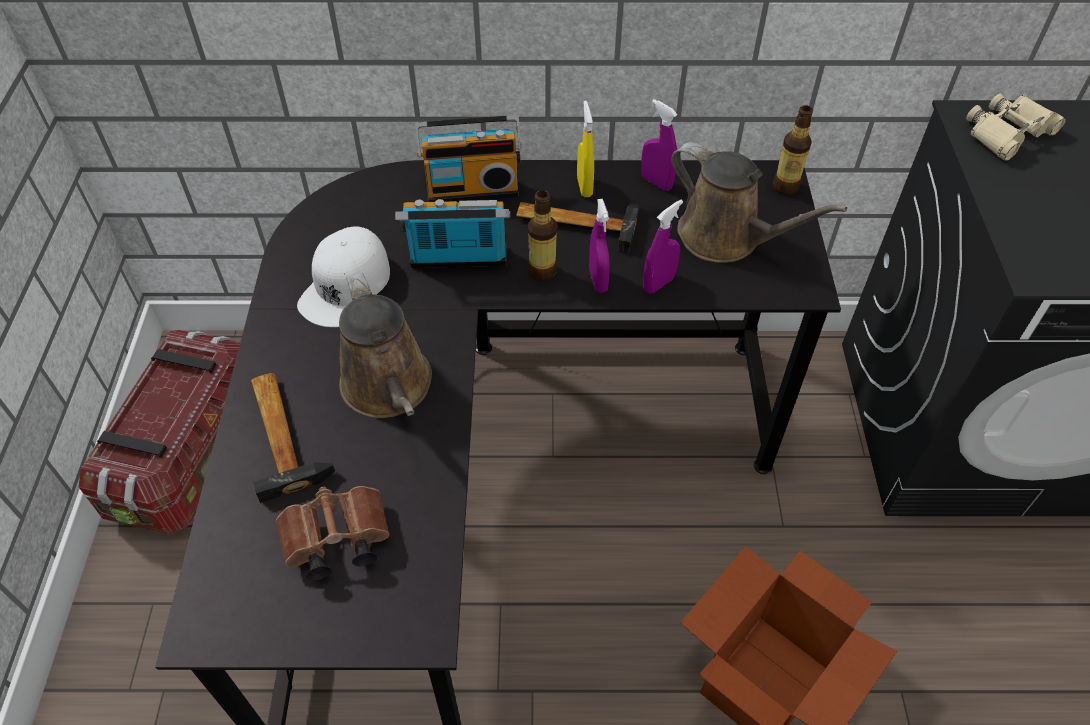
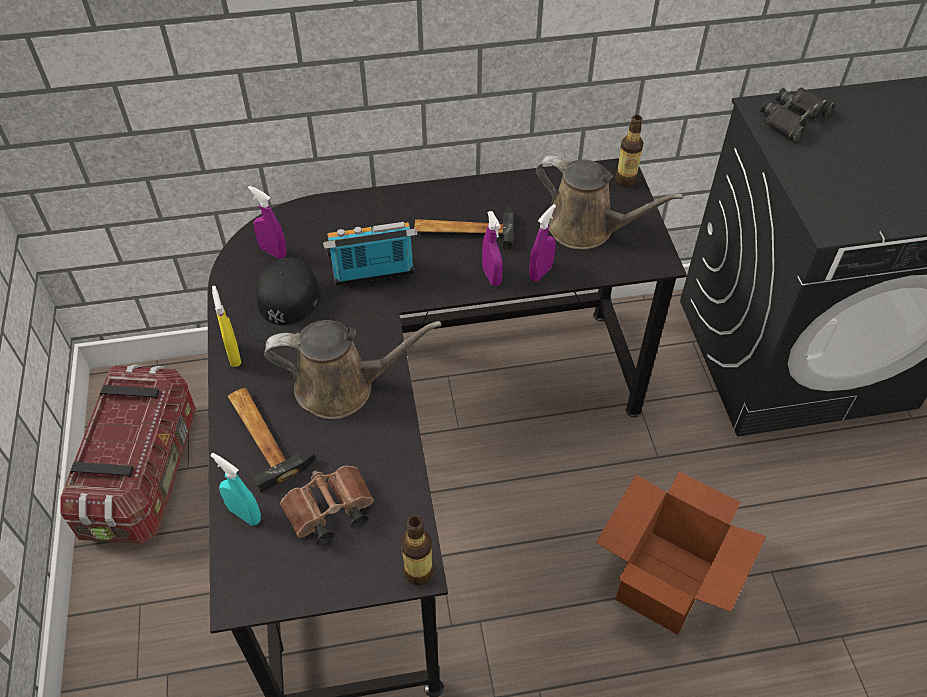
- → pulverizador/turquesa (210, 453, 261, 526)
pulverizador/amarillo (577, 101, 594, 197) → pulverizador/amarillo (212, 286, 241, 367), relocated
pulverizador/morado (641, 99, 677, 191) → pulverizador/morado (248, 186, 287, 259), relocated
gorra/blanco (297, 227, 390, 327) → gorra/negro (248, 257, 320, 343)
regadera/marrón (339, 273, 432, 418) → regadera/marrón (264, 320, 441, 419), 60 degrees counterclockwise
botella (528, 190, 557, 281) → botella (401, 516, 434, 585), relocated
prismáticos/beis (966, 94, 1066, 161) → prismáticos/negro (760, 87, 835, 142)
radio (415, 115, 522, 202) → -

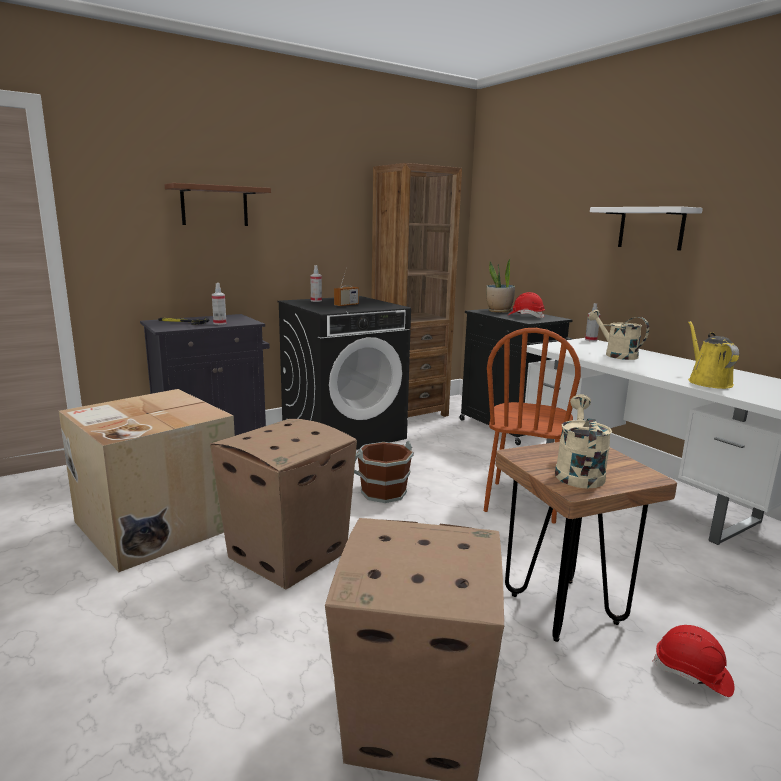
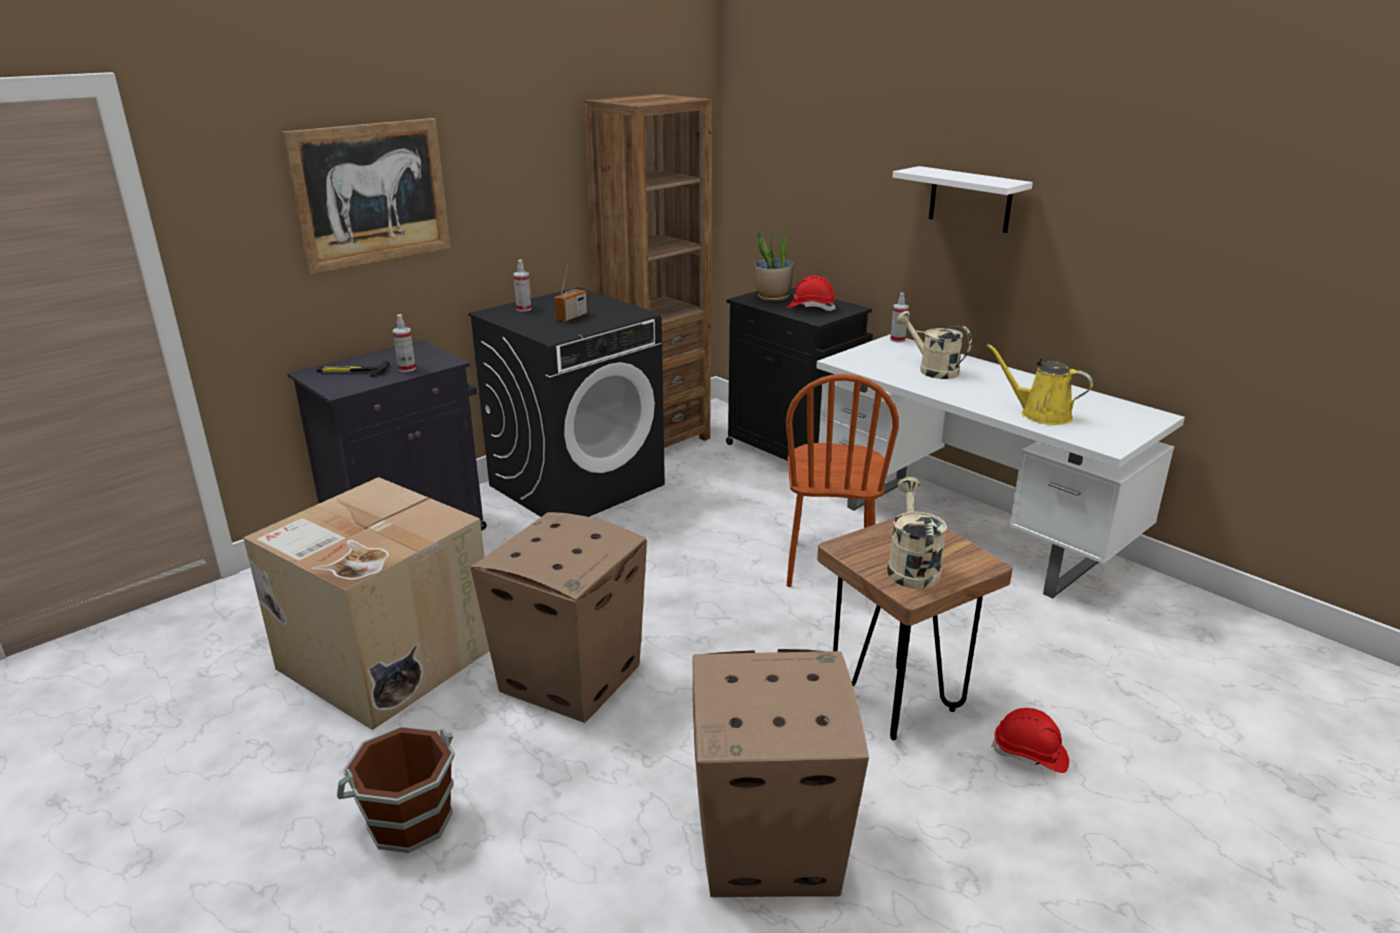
estante/marrón (164, 183, 271, 226) → cuadro (282, 118, 451, 274)
cubo/marrón (354, 441, 414, 503) → cubo/marrón (337, 726, 454, 853), relocated
regadera/amarillo (688, 321, 739, 389) → regadera/amarillo (987, 344, 1093, 425), 45 degrees counterclockwise

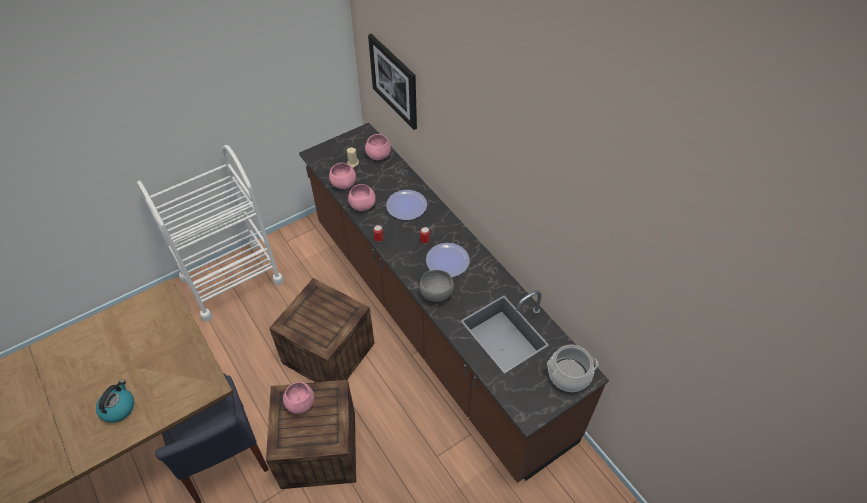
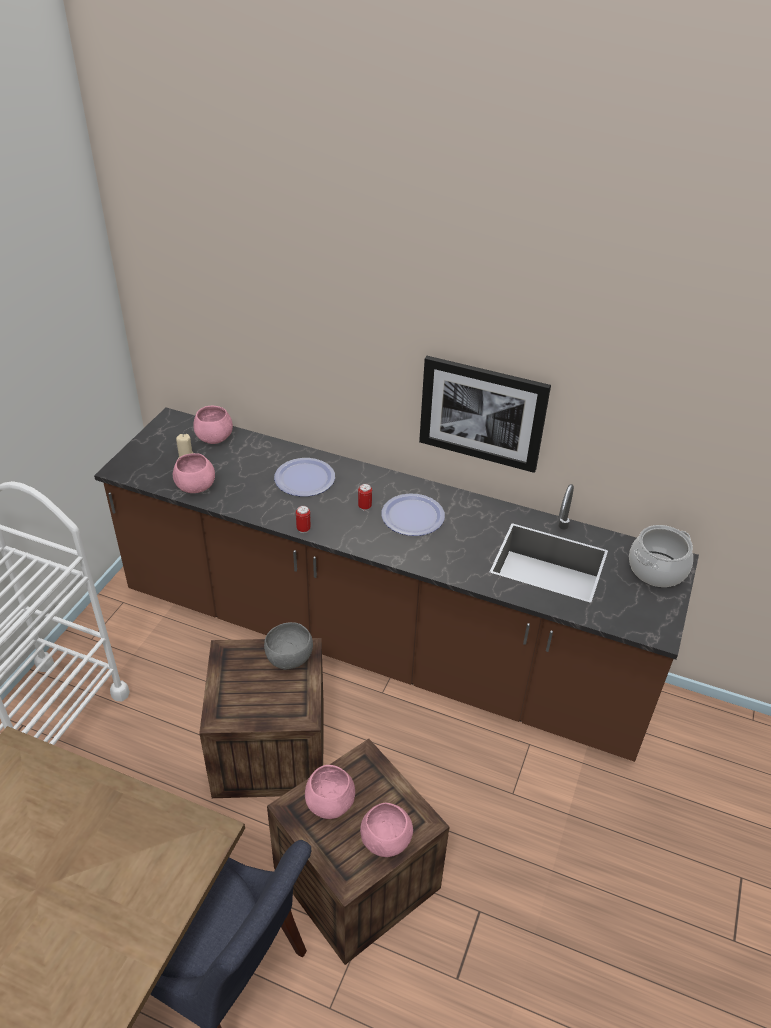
cuenco/gris (420, 270, 454, 302) → cuenco/gris (264, 622, 313, 670), relocated
cuenco/rosa (348, 184, 376, 211) → cuenco/rosa (360, 803, 413, 857), relocated
cuadro (368, 34, 417, 130) → cuadro (419, 356, 551, 473), relocated
hervidor (96, 379, 134, 423) → -

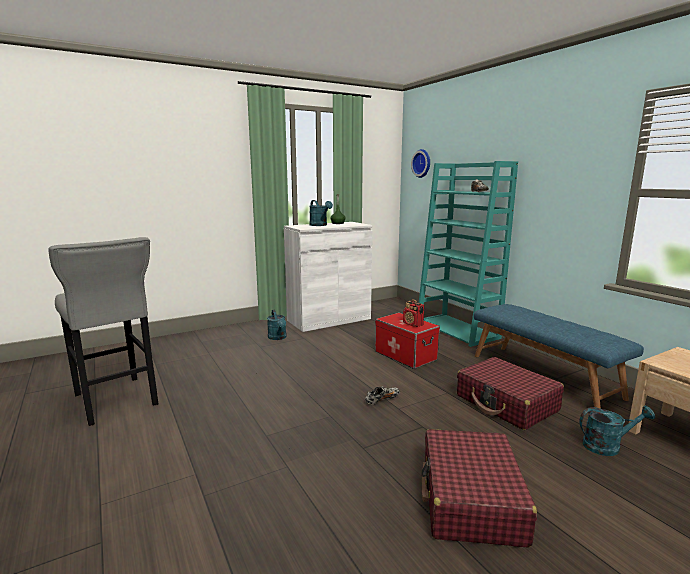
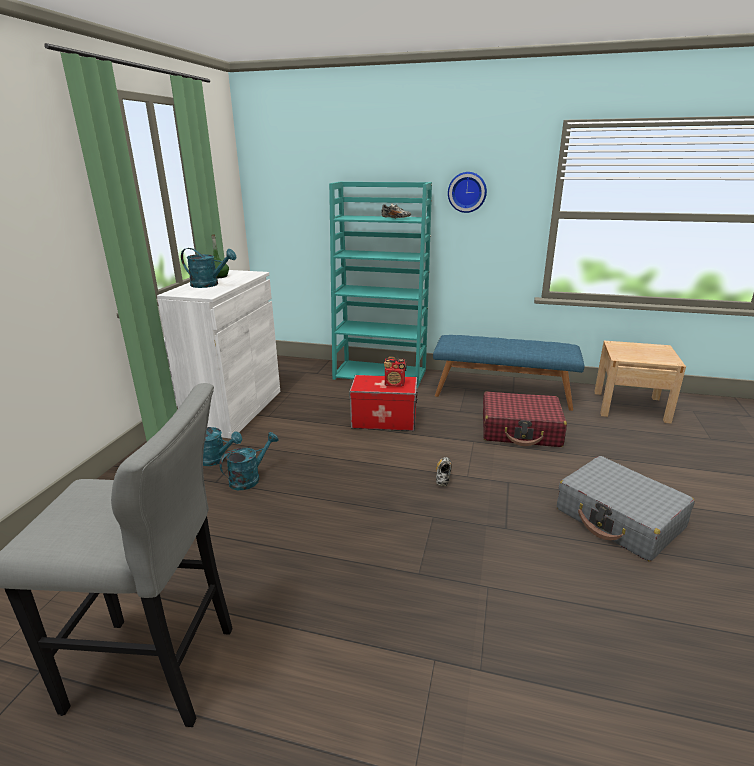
regadera/turquesa (579, 405, 655, 456) → regadera/turquesa (219, 432, 279, 490), relocated
reloj de pared (411, 149, 430, 178) → reloj de pared (448, 172, 487, 213), relocated
maleta/rojo (421, 429, 537, 548) → maleta/gris (557, 456, 695, 561)

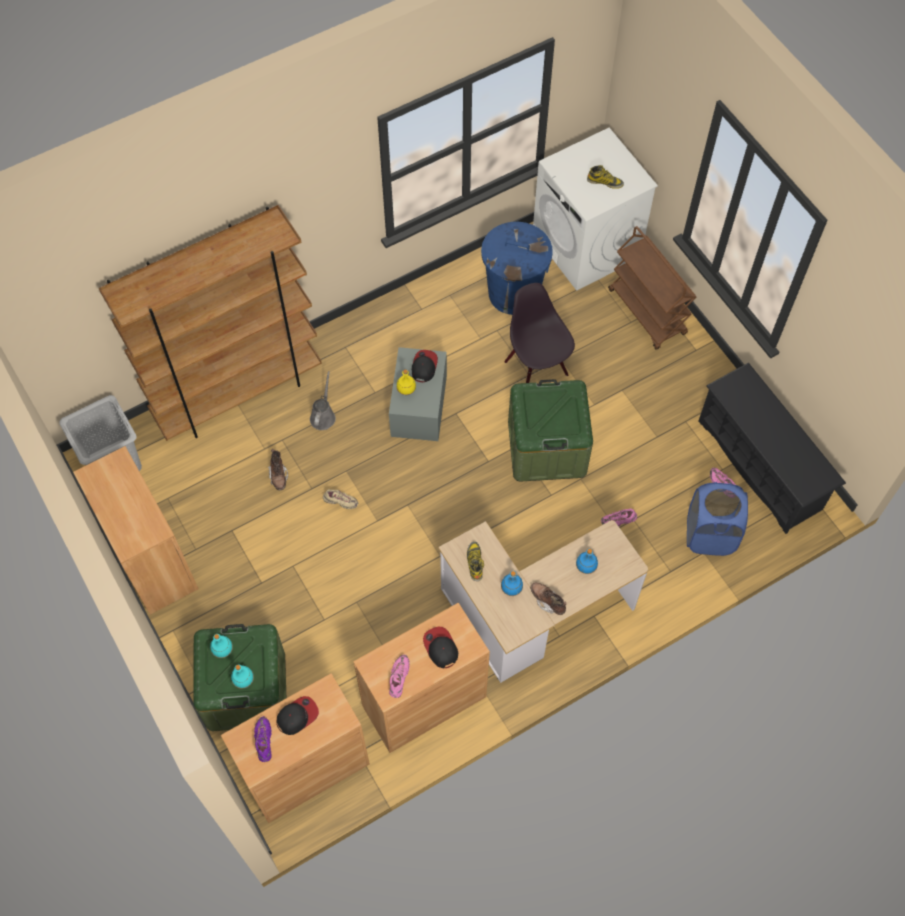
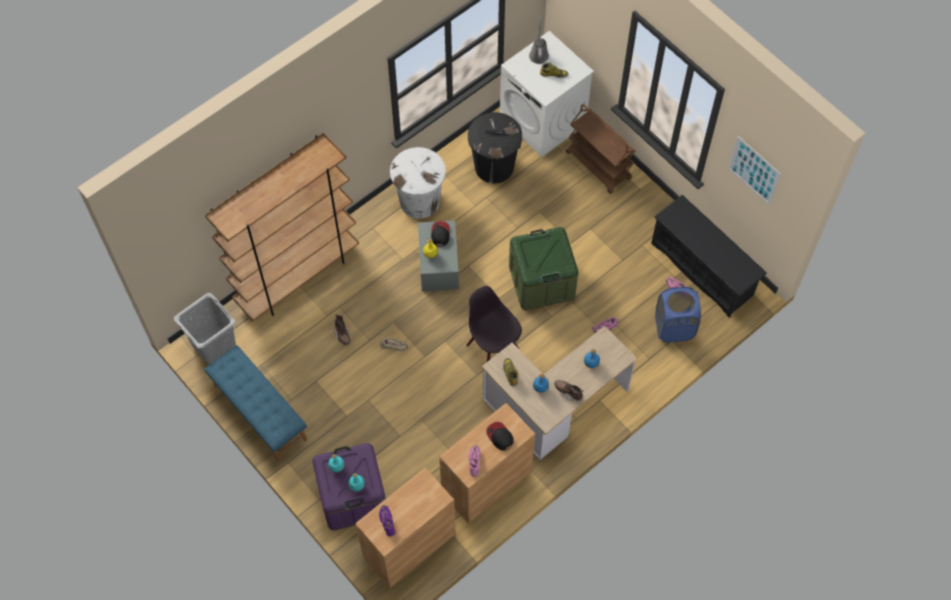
armario/marrón (73, 446, 199, 615) → banco/azul (204, 345, 307, 462)
caja de almacenaje/verde (193, 624, 286, 731) → caja de almacenaje/morado (312, 443, 386, 530)
- → papelera/blanco (390, 147, 446, 219)
silla/negro (504, 283, 575, 383) → silla/negro (466, 286, 522, 362), relocated
papelera/azul (481, 222, 553, 315) → papelera/negro (468, 112, 522, 183)
regadera/gris (310, 371, 336, 430) → regadera/gris (529, 18, 549, 64), relocated
- → cuadro (728, 136, 781, 206)
gorra (276, 696, 319, 735) → -

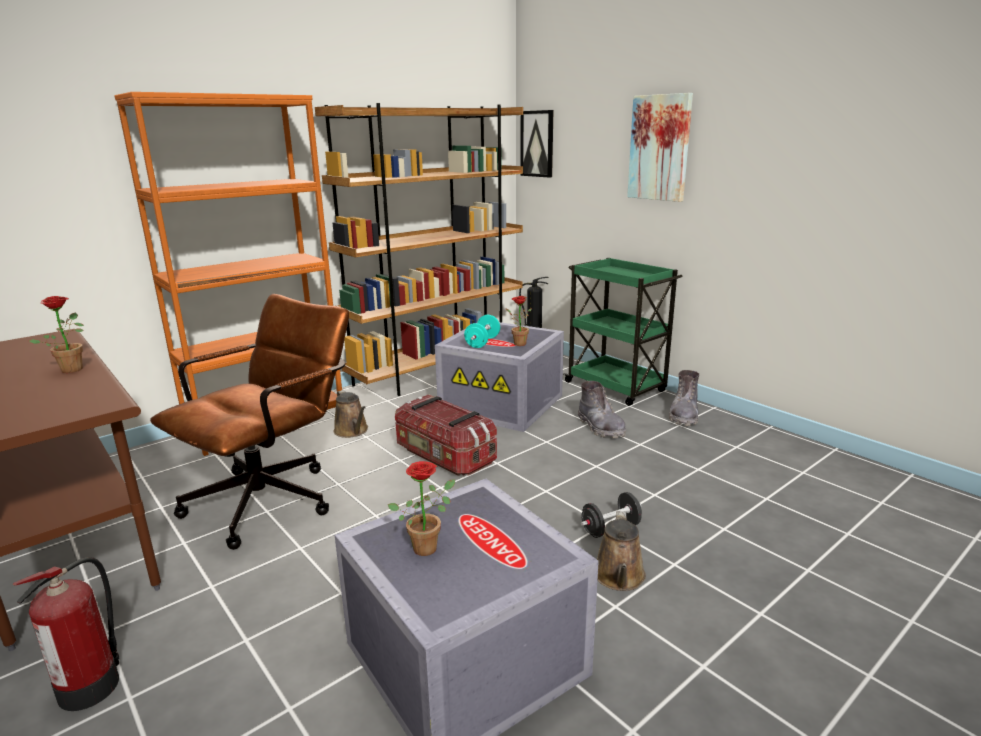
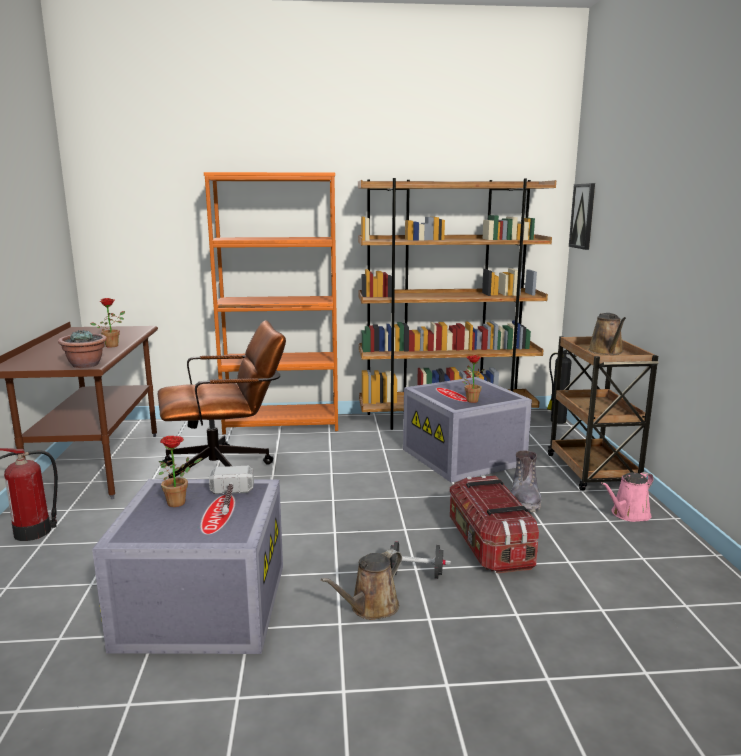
- → planta en maceta (58, 329, 107, 368)
- → martillo (209, 466, 254, 515)
caja de almacenaje (395, 395, 497, 476) → caja de almacenaje (450, 475, 539, 574), relocated
carrito/verde (564, 258, 683, 406) → carrito/marrón (548, 336, 659, 491)
regadera/marrón (334, 390, 368, 438) → regadera/marrón (588, 313, 626, 355), relocated
bota/gris (669, 370, 700, 426) → regadera/rosa (601, 472, 654, 522)
mancuerna/turquesa (464, 315, 500, 348) → -
cuadro (627, 93, 693, 202) → -

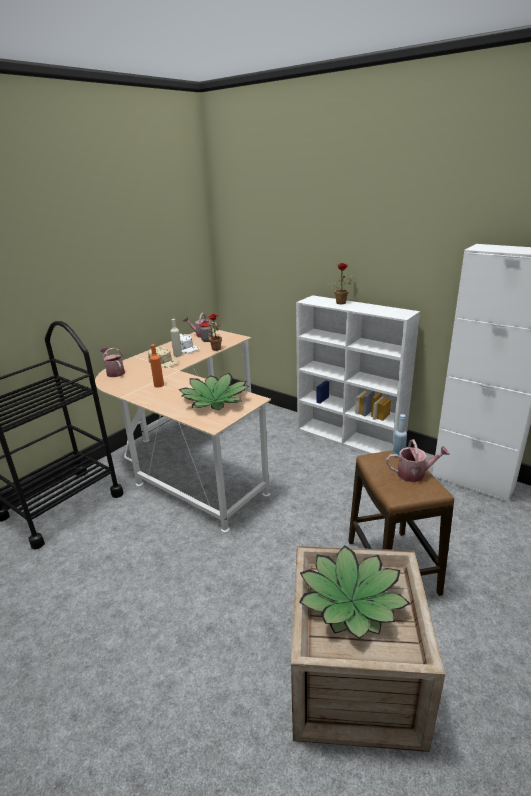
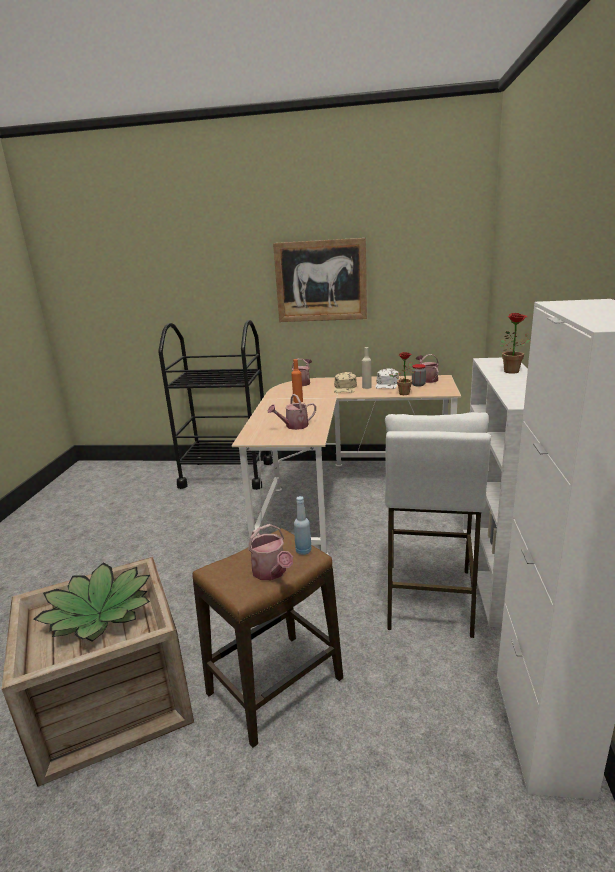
planta en maceta (178, 373, 249, 410) → regadera (268, 394, 316, 430)
- → cuadro (273, 238, 367, 322)
- → taburete/blanco (385, 412, 491, 638)

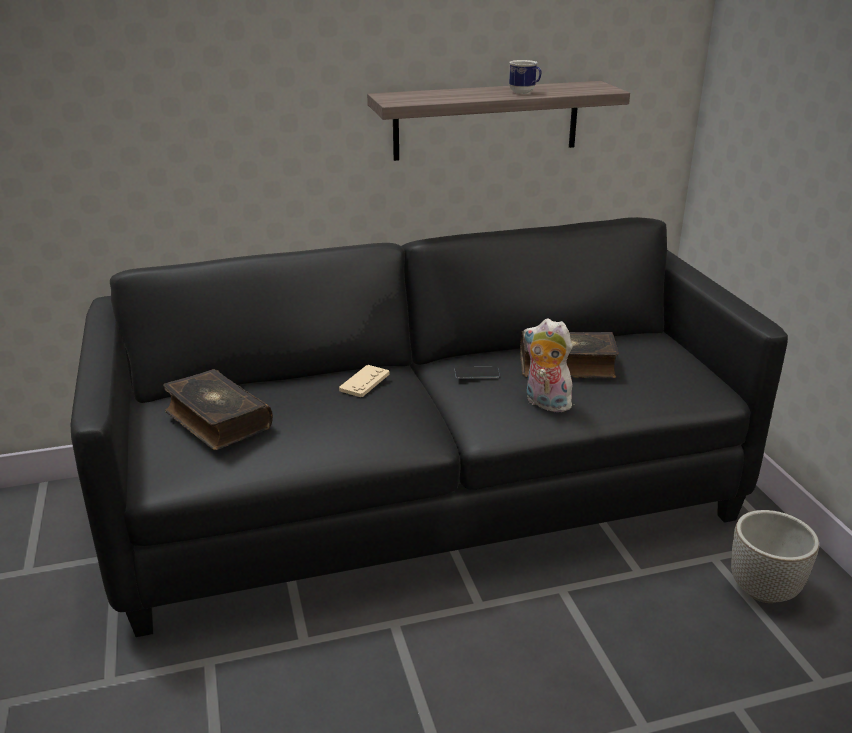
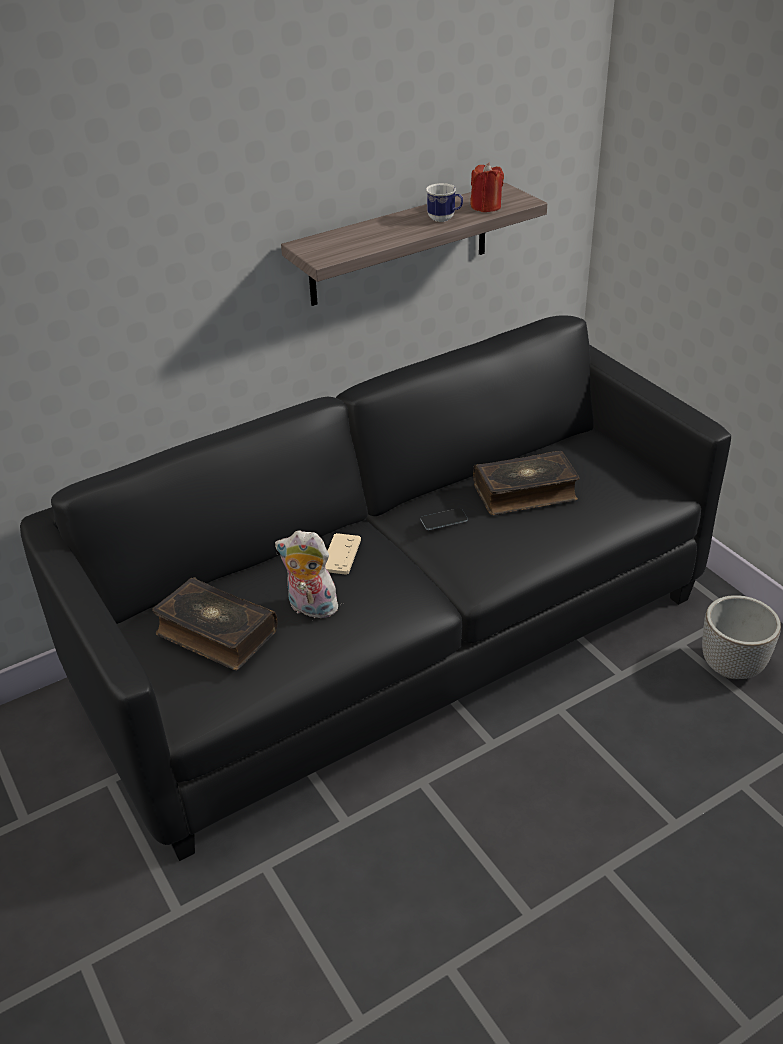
peluche (524, 318, 574, 413) → peluche (275, 530, 342, 618), relocated
- → vela/rojo (470, 162, 504, 212)

